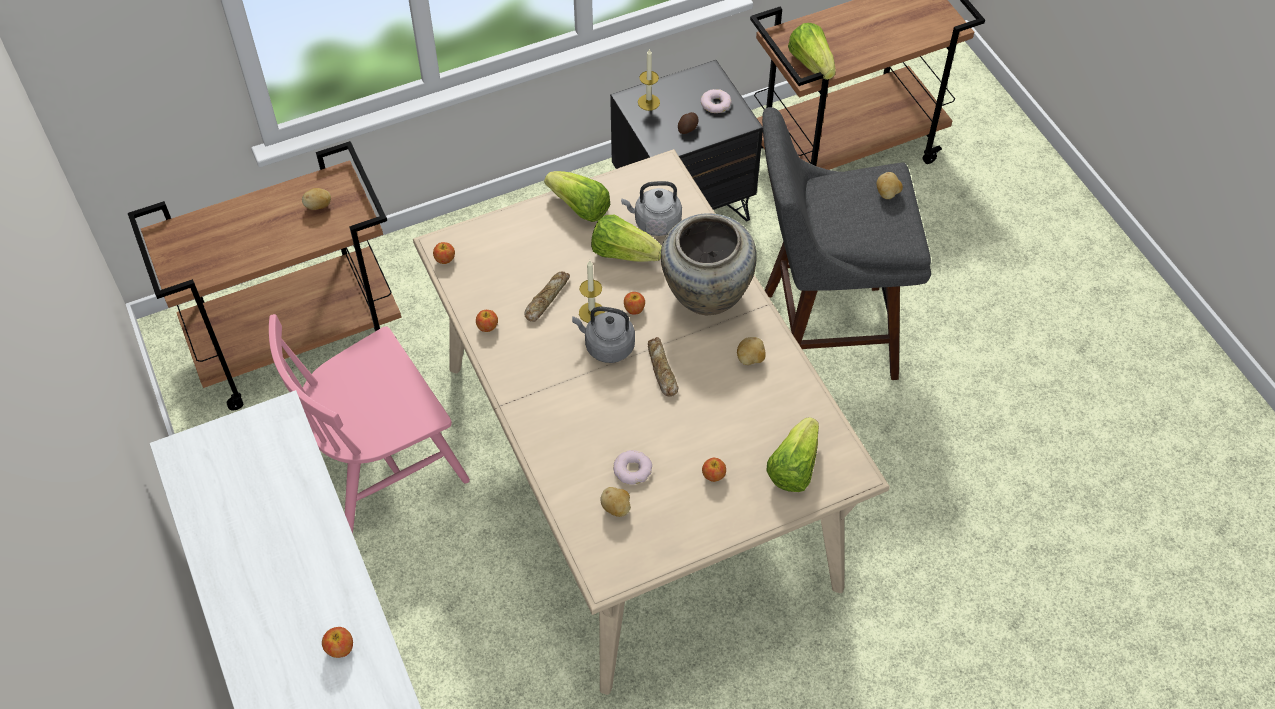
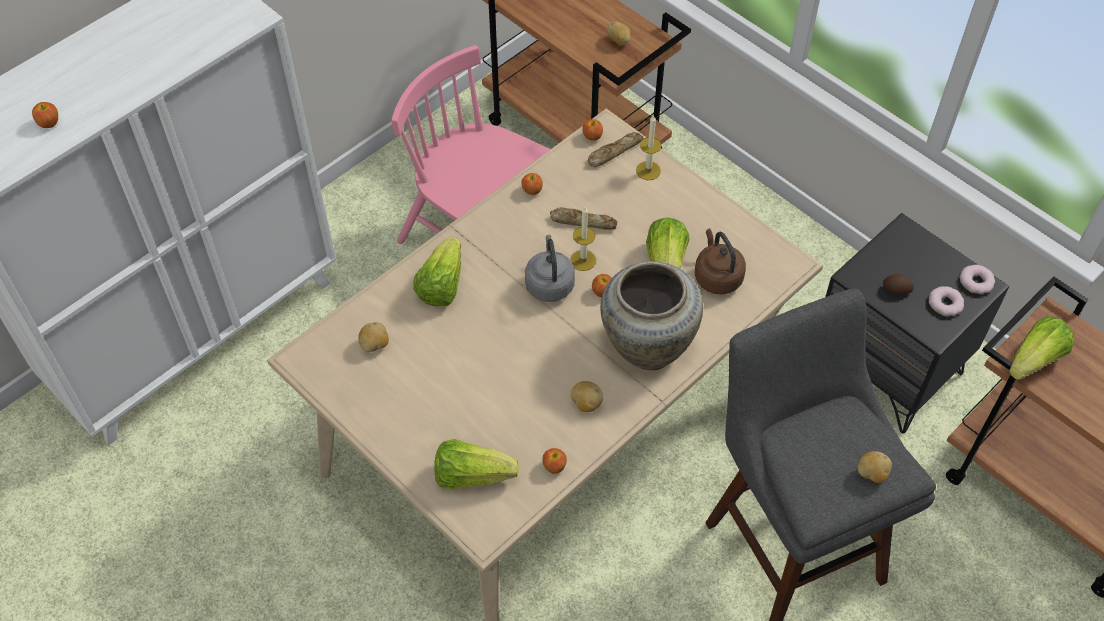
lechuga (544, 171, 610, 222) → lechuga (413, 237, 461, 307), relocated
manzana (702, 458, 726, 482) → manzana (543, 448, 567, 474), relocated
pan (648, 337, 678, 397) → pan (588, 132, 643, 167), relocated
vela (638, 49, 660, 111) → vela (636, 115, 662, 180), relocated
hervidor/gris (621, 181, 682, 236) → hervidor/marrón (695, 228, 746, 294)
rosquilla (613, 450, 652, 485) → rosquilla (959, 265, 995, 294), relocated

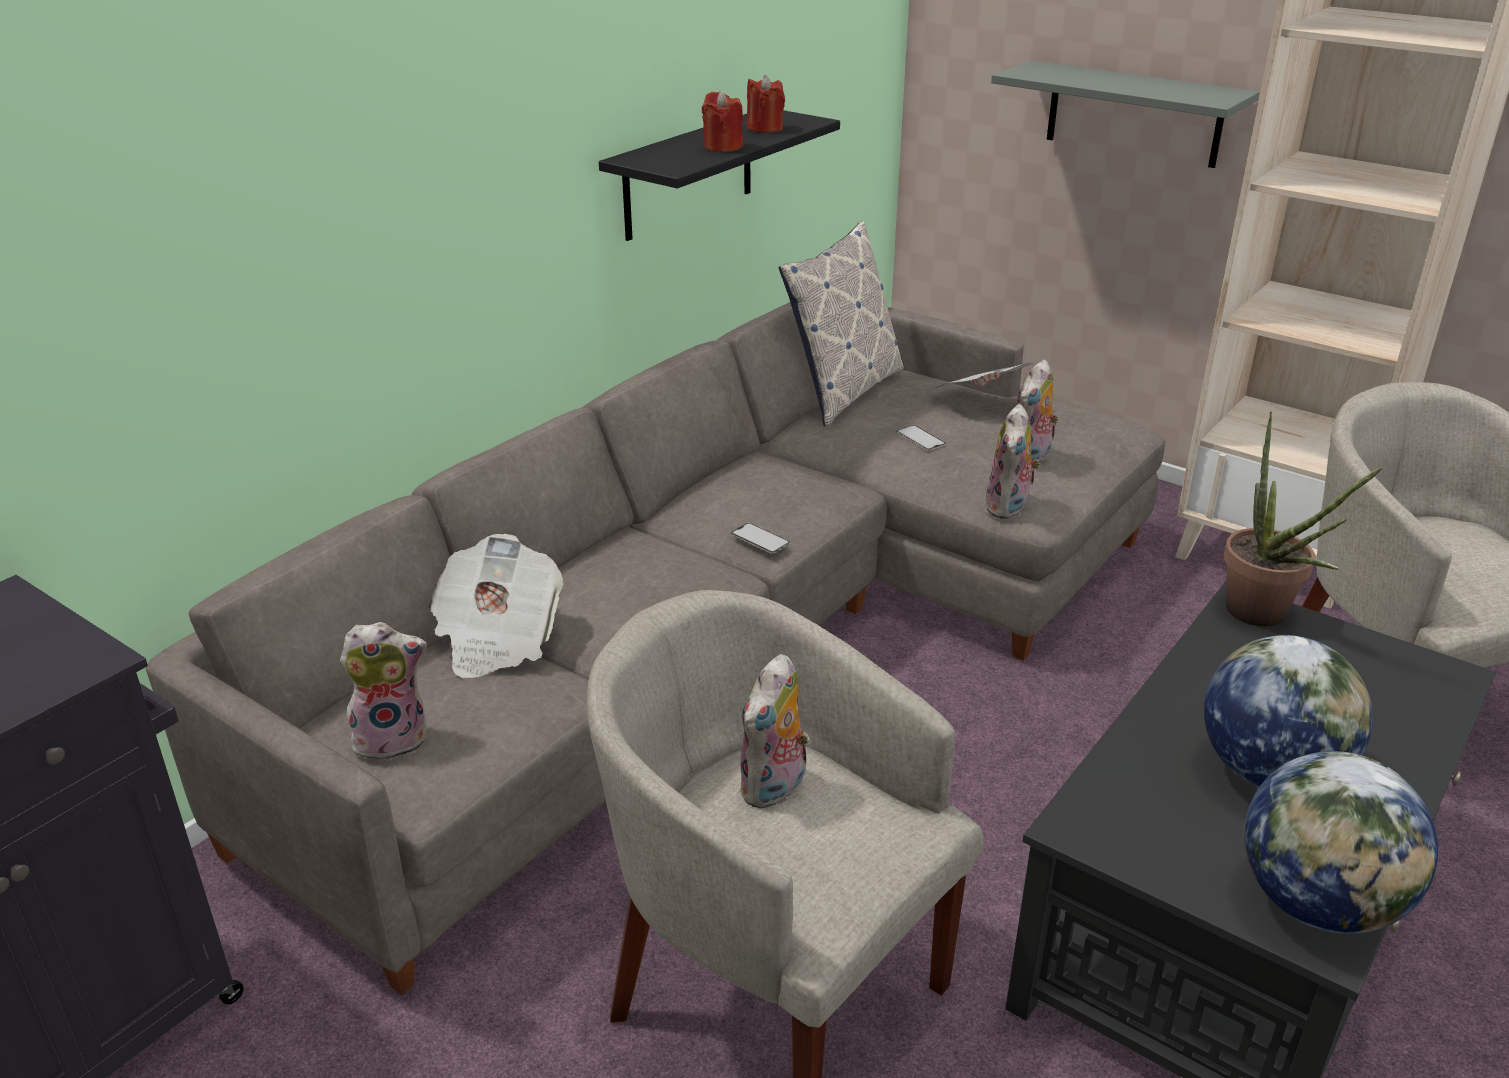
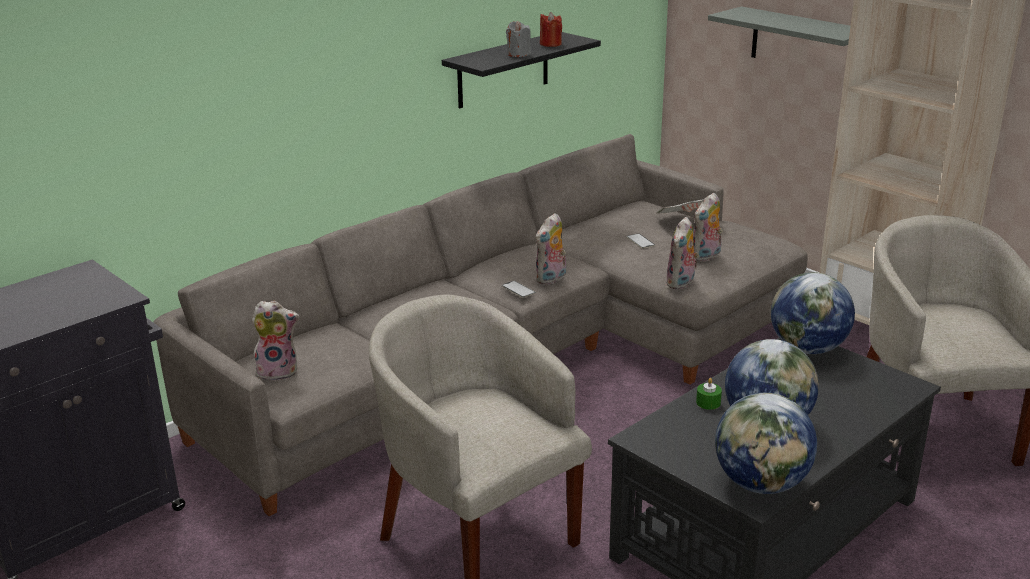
vela/rojo (702, 91, 743, 152) → vela/gris (506, 21, 531, 57)
peluche (738, 654, 811, 808) → peluche (536, 213, 566, 285), relocated
- → vela/verde (696, 378, 722, 410)
planta en maceta (1224, 411, 1382, 627) → globo terráqueo (771, 272, 855, 354)
periódico (429, 534, 564, 678) → -
cojín (779, 221, 904, 427) → -

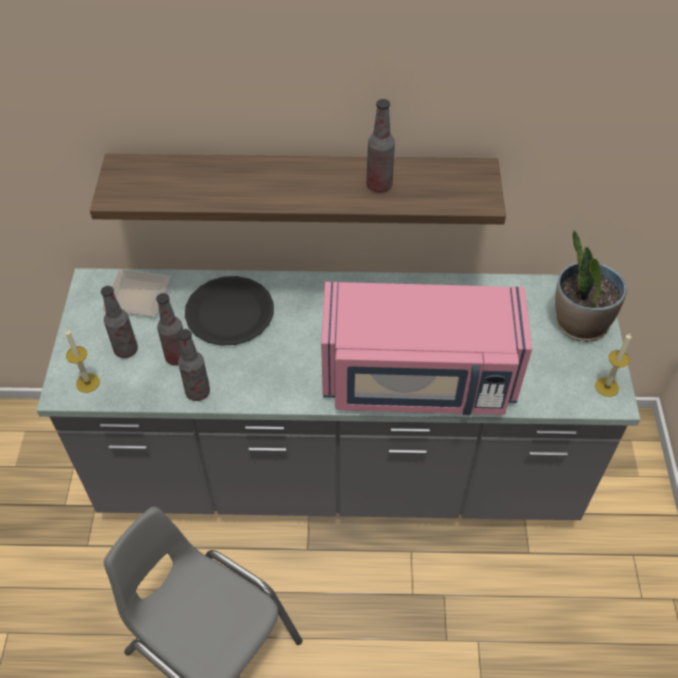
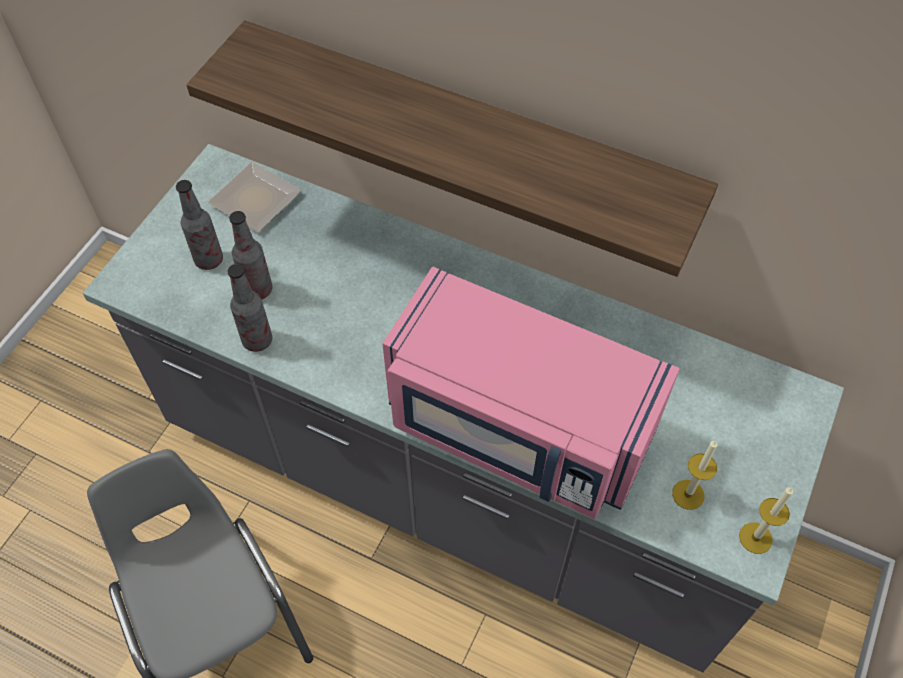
vela (65, 329, 100, 393) → vela (672, 440, 718, 510), relocated
plato/negro (185, 276, 274, 346) → -
botella (366, 99, 395, 193) → -
planta en maceta (555, 230, 627, 342) → -

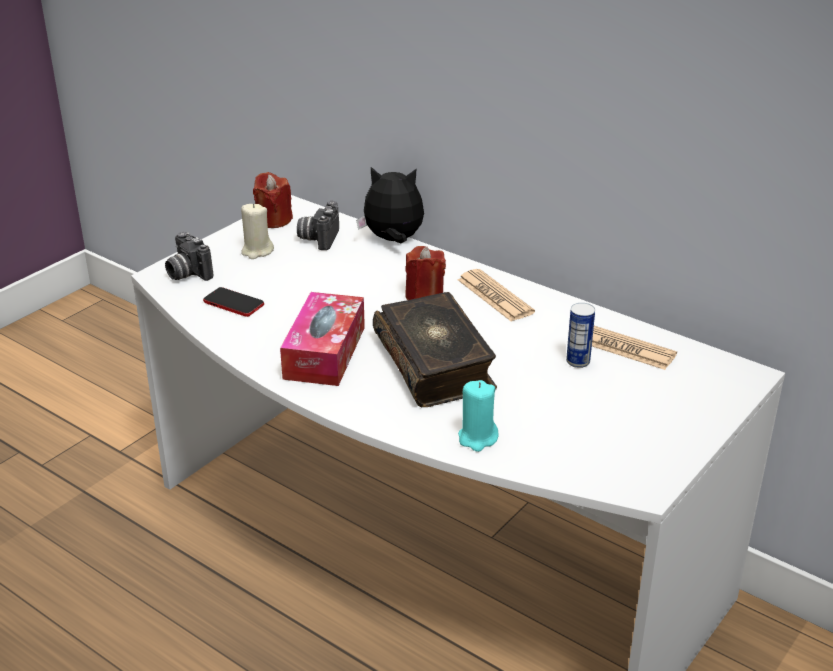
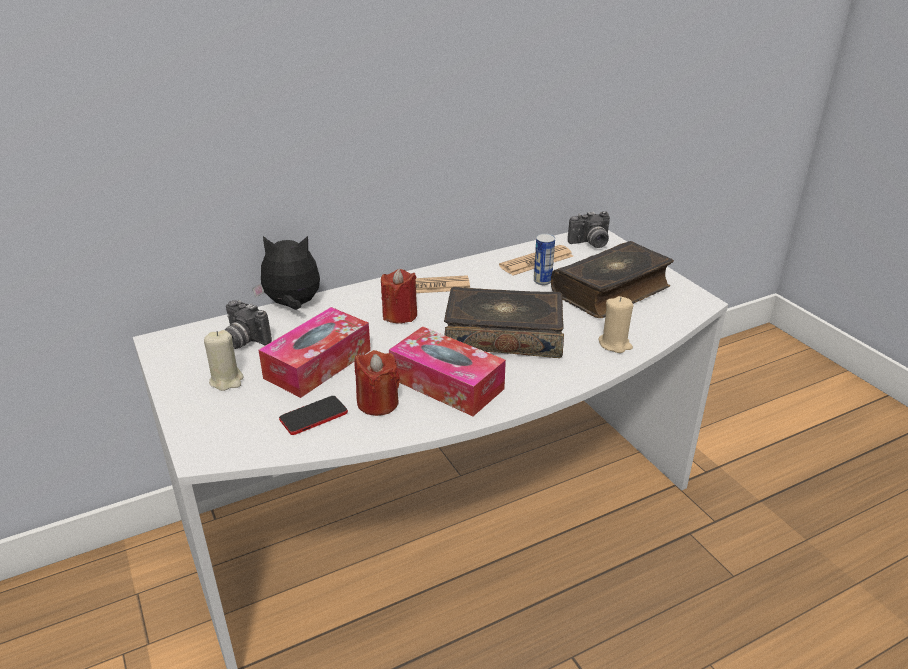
peluche (356, 167, 424, 243) → peluche (252, 236, 320, 310), 60 degrees clockwise
- → caja de pañuelos (258, 307, 371, 398)
vela/rojo (253, 172, 293, 228) → vela/rojo (355, 350, 400, 416), relocated
- → libro (551, 241, 674, 318)
cámara (165, 232, 213, 281) → cámara (568, 211, 610, 248), relocated
vela/turquesa (458, 380, 499, 452) → vela/beis (599, 296, 633, 353)

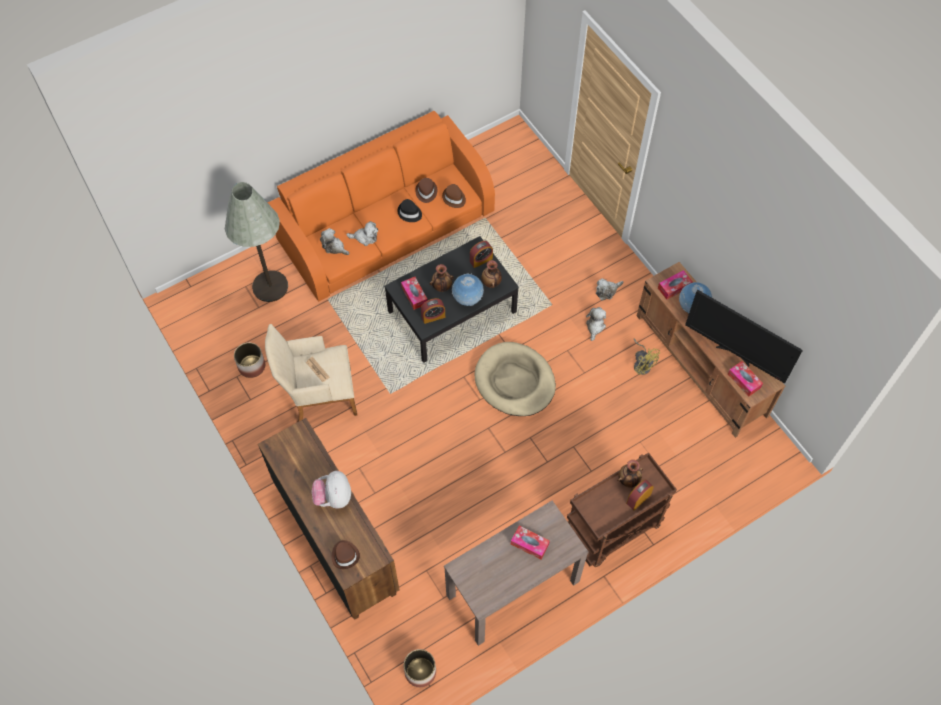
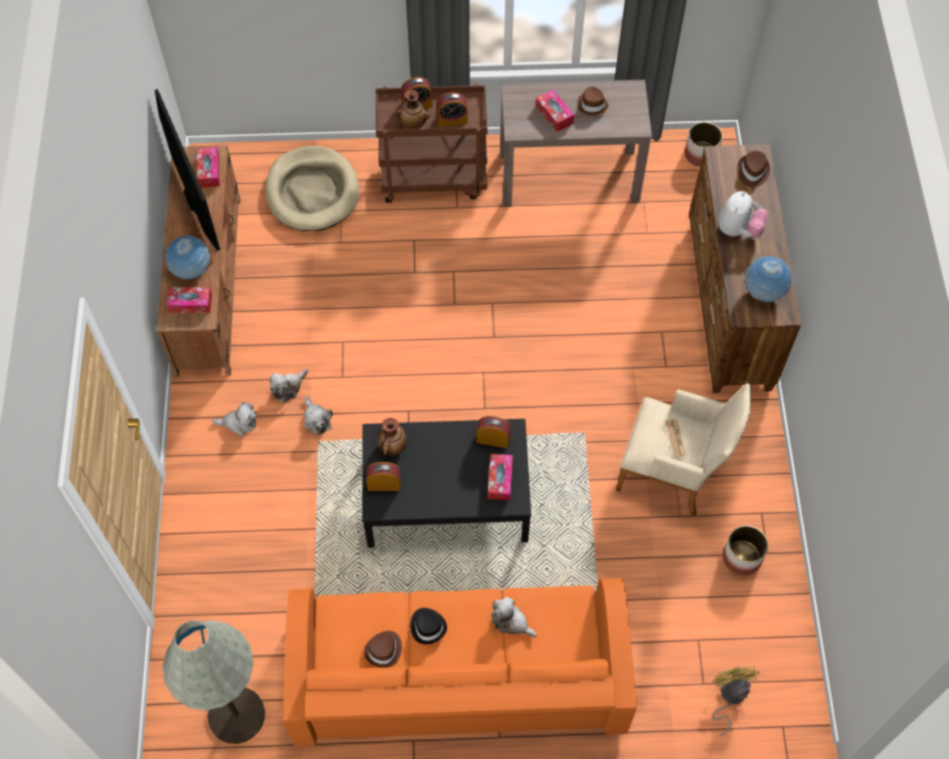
lámpara de pie/gris (225, 182, 288, 302) → lámpara de pie/gris (162, 620, 265, 744), relocated
cama para perro/beis (475, 342, 556, 416) → cama para perro/beis (265, 146, 359, 231), relocated
peluche (320, 228, 349, 255) → peluche (304, 396, 333, 435), relocated
- → despertador (437, 92, 468, 126)
sombrero/marrón (442, 184, 466, 208) → sombrero/marrón (577, 87, 608, 115), relocated
ventilador/amarillo (634, 339, 660, 375) → ventilador/amarillo (712, 666, 760, 736), relocated
globo terráqueo (452, 273, 484, 306) → globo terráqueo (745, 256, 792, 302), relocated
florero (430, 264, 454, 292) → -

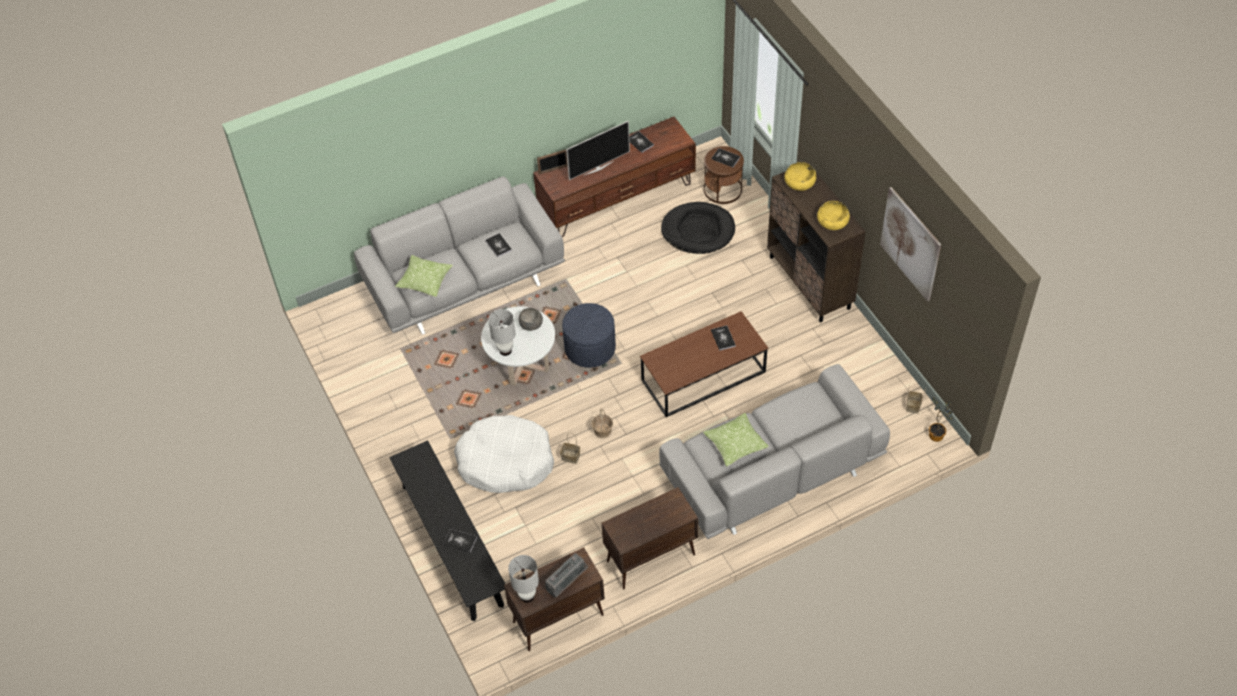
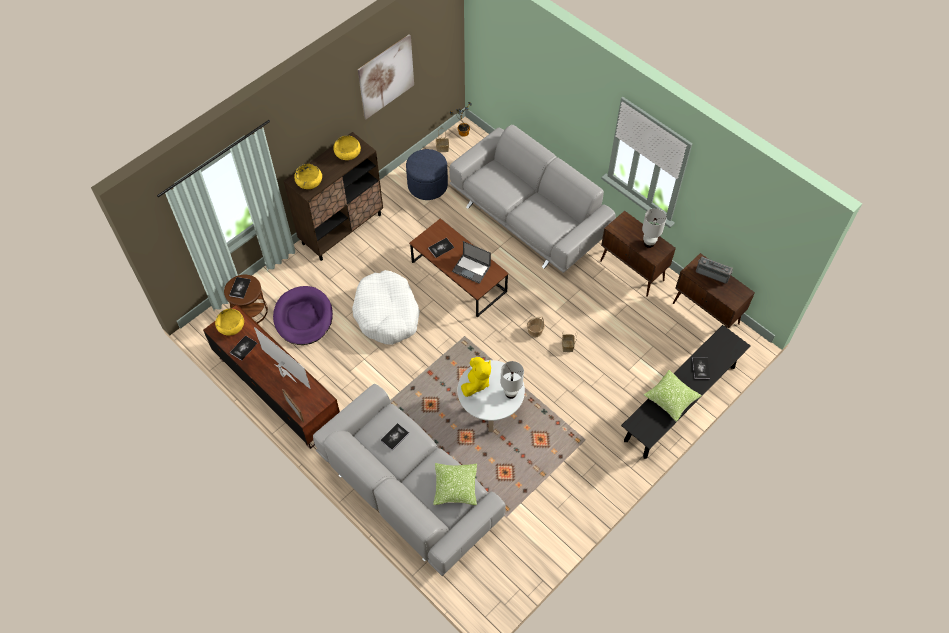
- → cuenco/amarillo (215, 309, 244, 336)
cama para perro/negro (661, 202, 735, 254) → cama para perro/morado (273, 286, 333, 345)
cama para perro/blanco (454, 415, 554, 493) → cama para perro/blanco (352, 270, 420, 345), relocated
puf/azul (562, 303, 616, 368) → puf/azul (406, 149, 448, 200), relocated
- → portátil (452, 241, 491, 284)
cuenco/gris (519, 308, 543, 331) → peluche/amarillo (461, 357, 491, 397)
lámpara de mesa/blanco (508, 555, 539, 603) → lámpara de mesa/blanco (642, 208, 666, 248), relocated
cojín (703, 413, 769, 466) → cojín (644, 370, 702, 422), relocated

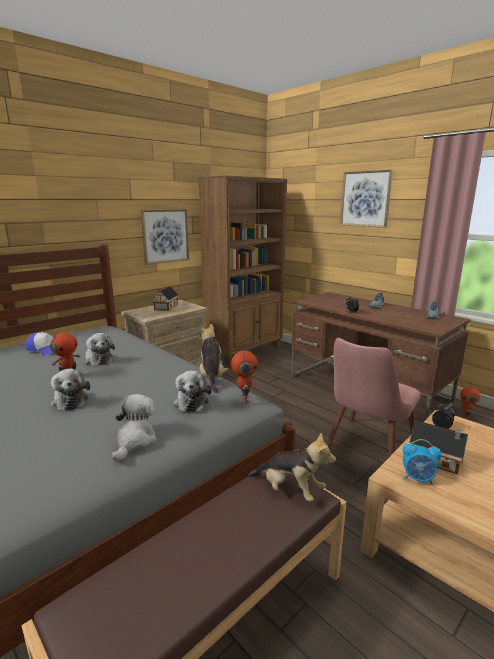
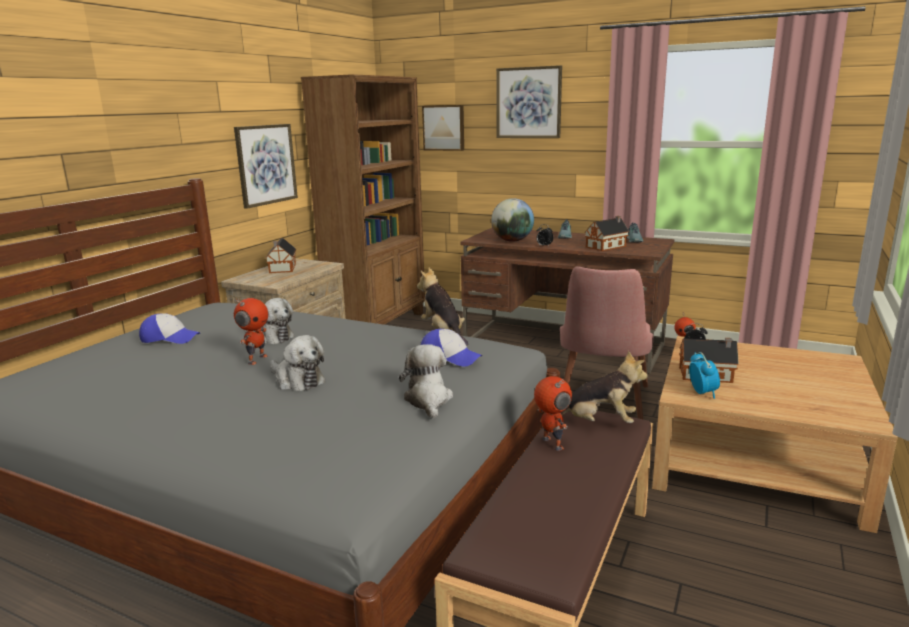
peluche (174, 371, 212, 412) → gorra (421, 329, 482, 367)
- → cuadro (422, 105, 464, 151)
- → globo terráqueo (491, 198, 534, 242)
robot de juguete (231, 350, 258, 404) → robot de juguete (534, 376, 572, 451), relocated
- → casita (584, 216, 630, 251)
despertador (403, 439, 441, 485) → despertador (689, 352, 720, 399), 90 degrees counterclockwise

